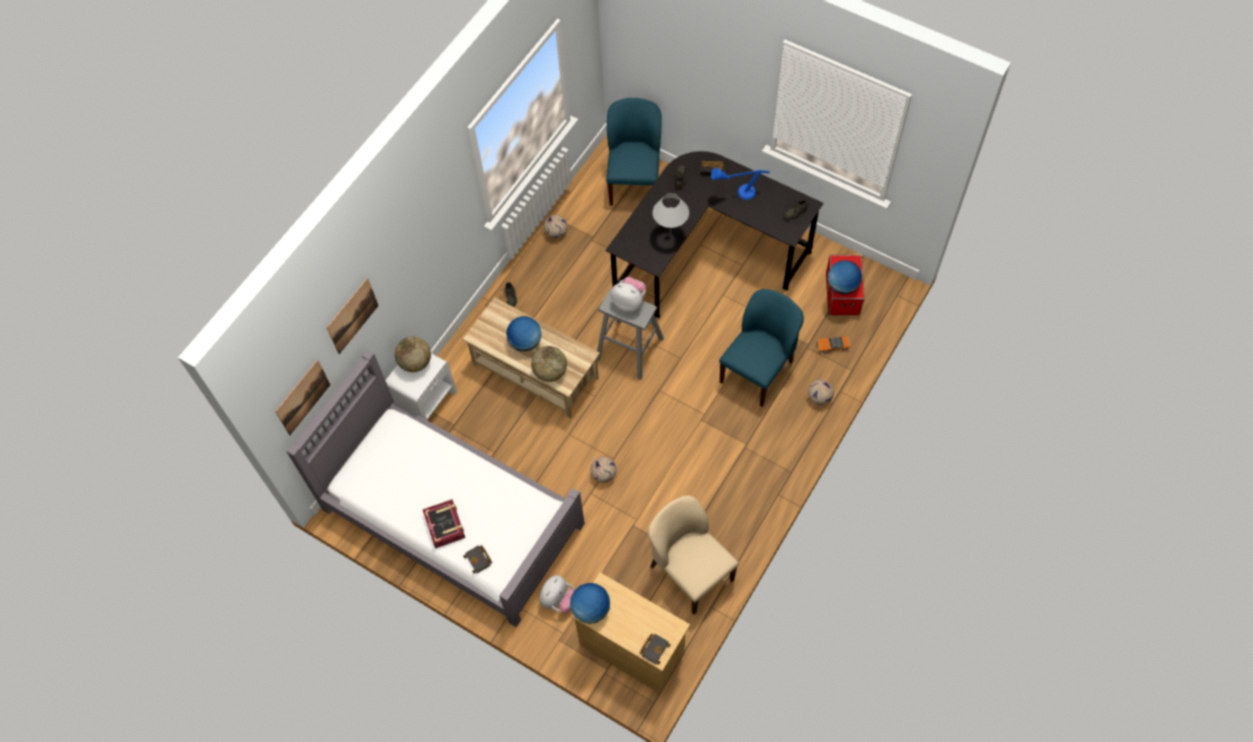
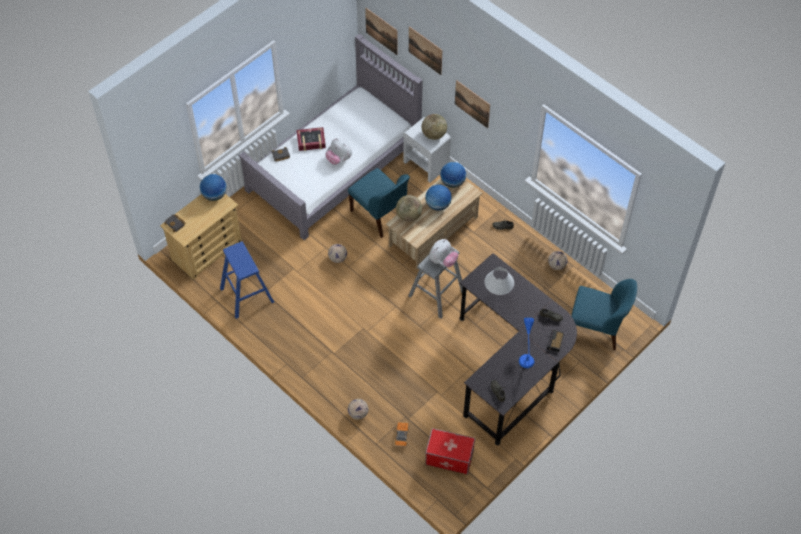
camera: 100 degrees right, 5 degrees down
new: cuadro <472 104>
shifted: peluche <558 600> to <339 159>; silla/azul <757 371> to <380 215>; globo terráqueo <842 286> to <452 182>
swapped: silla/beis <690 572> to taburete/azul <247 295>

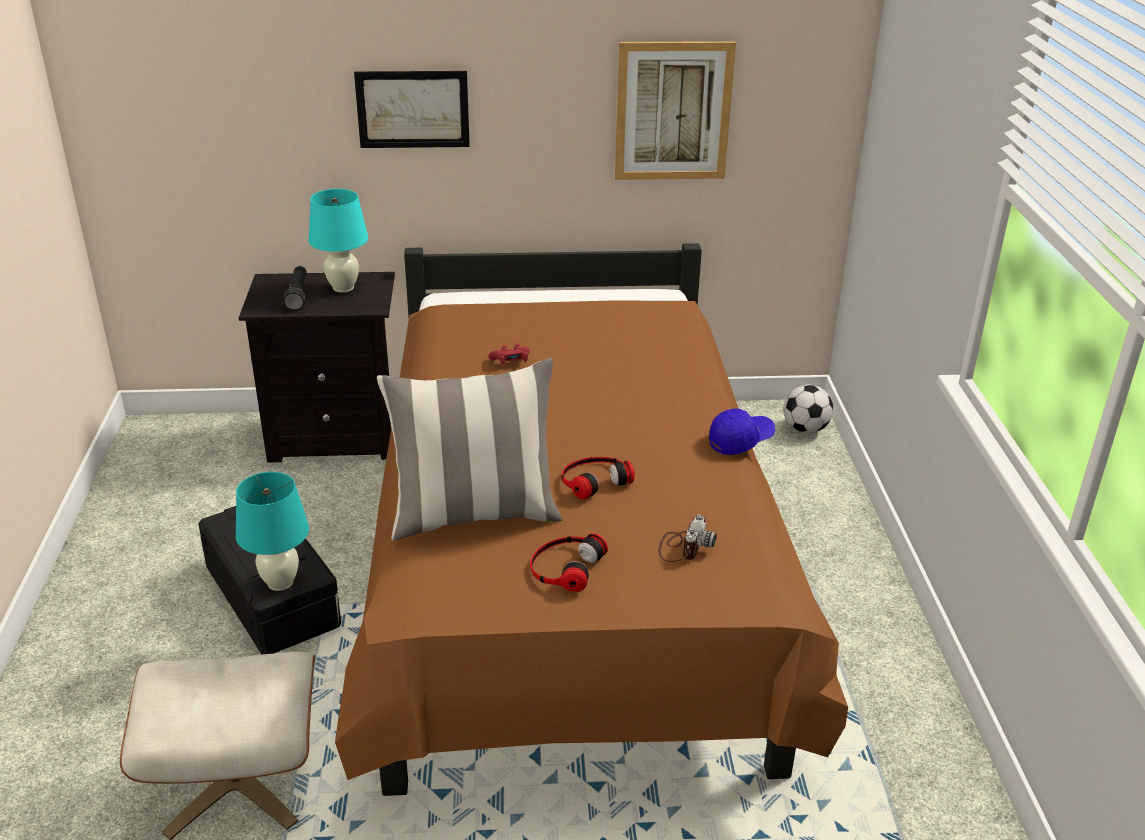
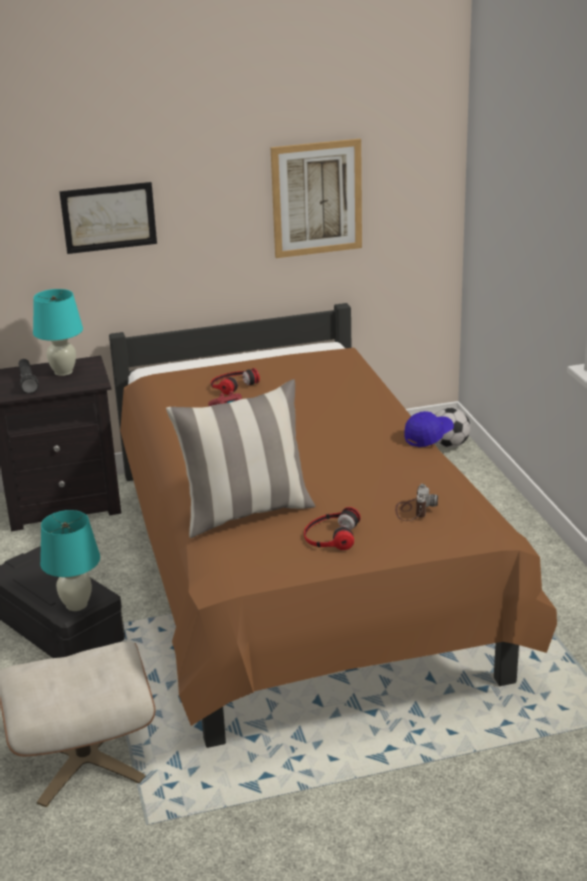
camera: 10 degrees left, 5 degrees down
shifted: auriculares <594 480> to <232 385>

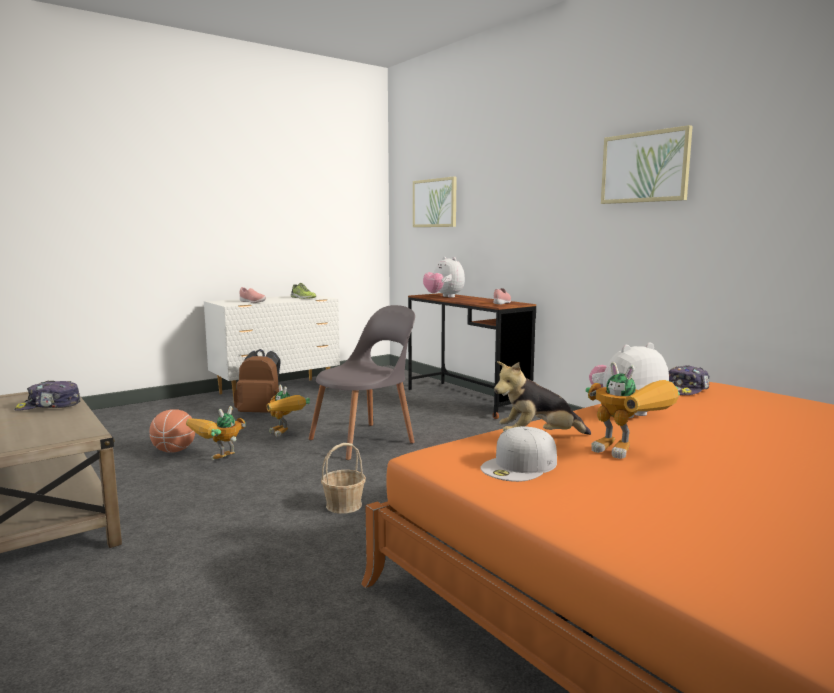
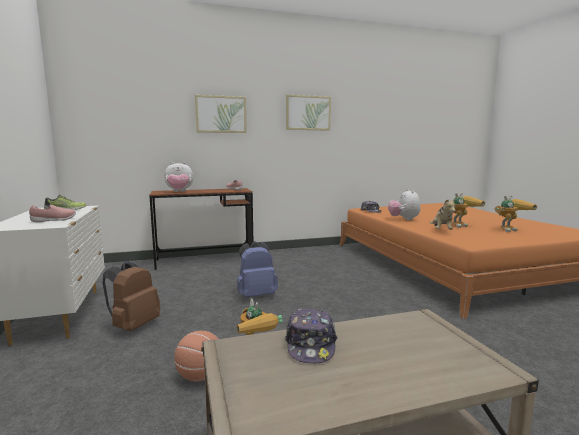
camera: 70 degrees left, 0 degrees up
gone: cesta <344 505>; gorra/blanco <520 466>
shifted: robot de juguete <286 434> to <510 229>; cuadro <435 203> to <221 114>
swapped: silla/gris <365 440> to mochila/azul <256 295>

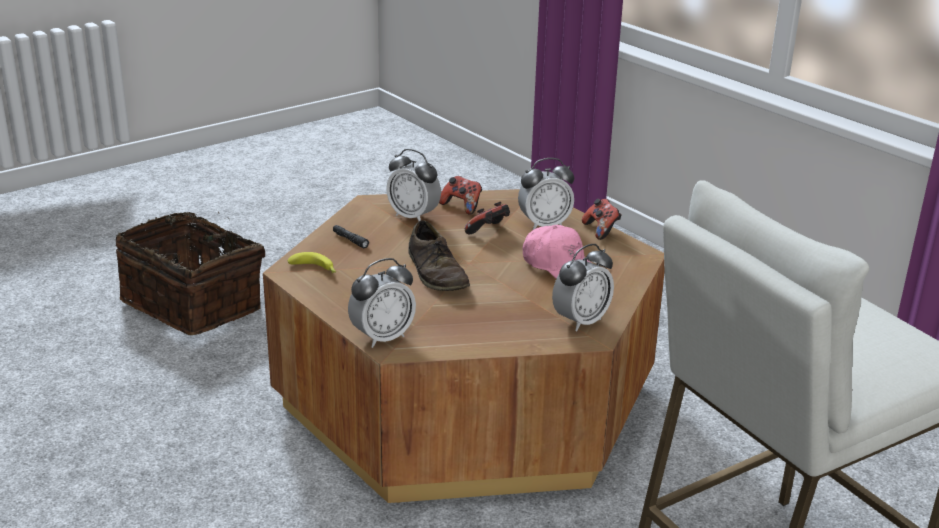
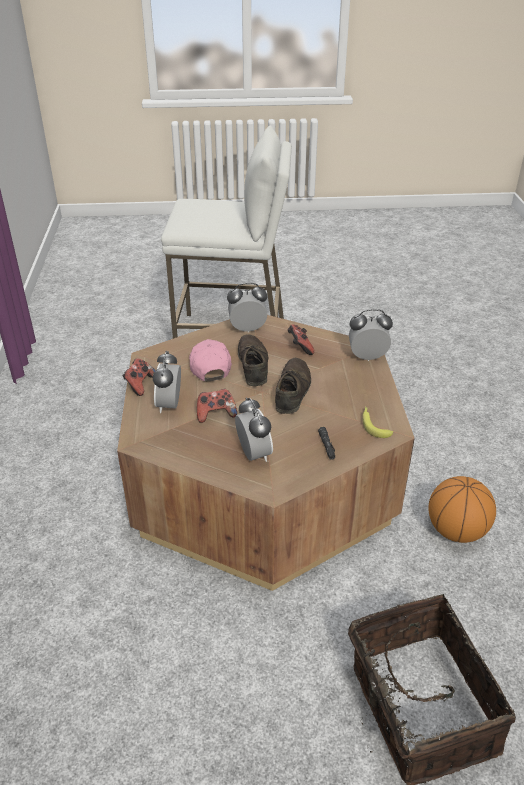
camera: 145 degrees left, 10 degrees up
new: zapato/marrón <253 365>; balón de baloncesto <456 531>
shifted: mando de consola <462 206> to <300 347>
rotated: despertador <544 225> = <169 405> 105 degrees counterclockwise

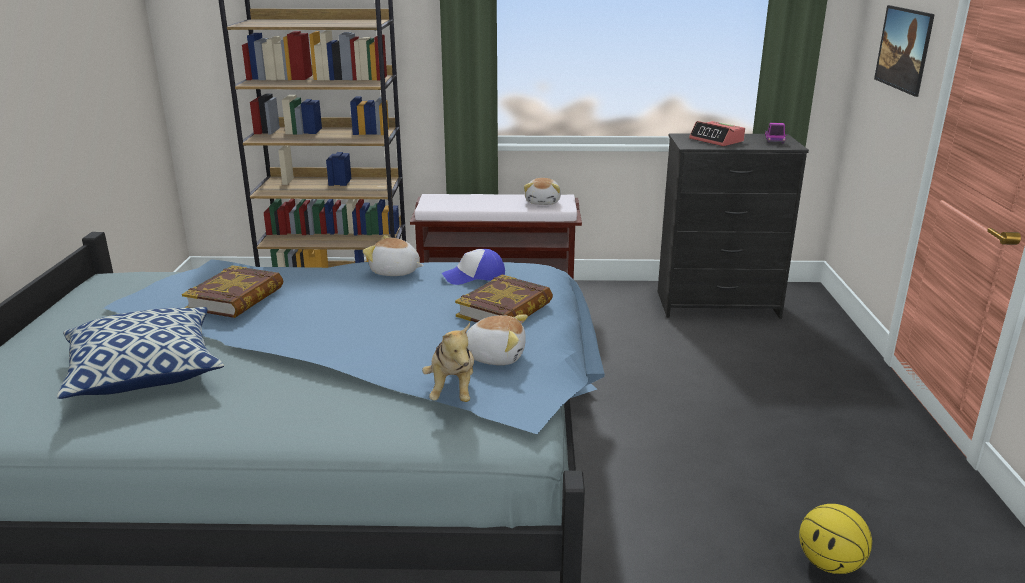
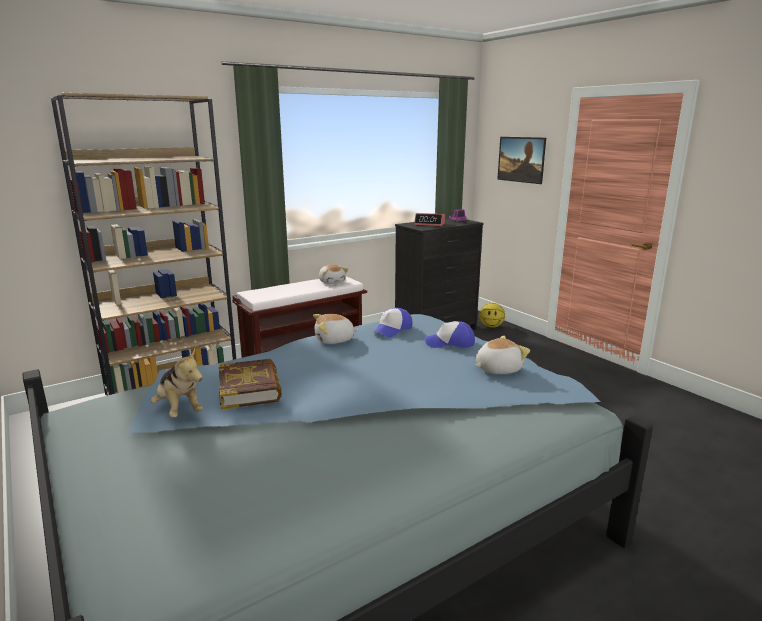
camera: 35 degrees left, 5 degrees down
gone: cojín <145 372>
shifted: peluche <452 391> to <179 410>; balón de baloncesto <830 564> to <491 326>
swapped: libro <505 310> to gorra <449 343>

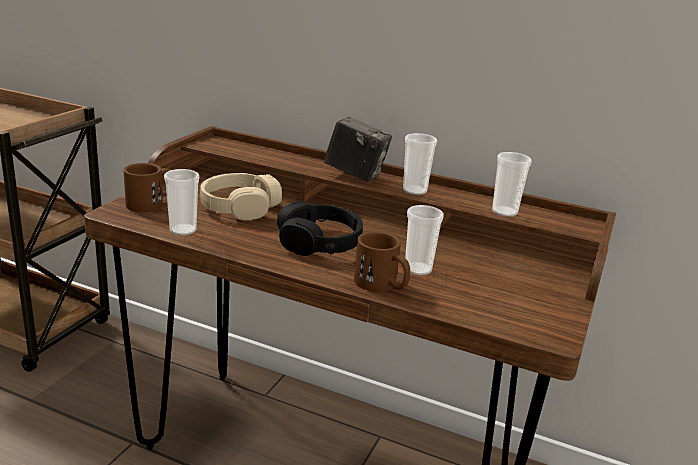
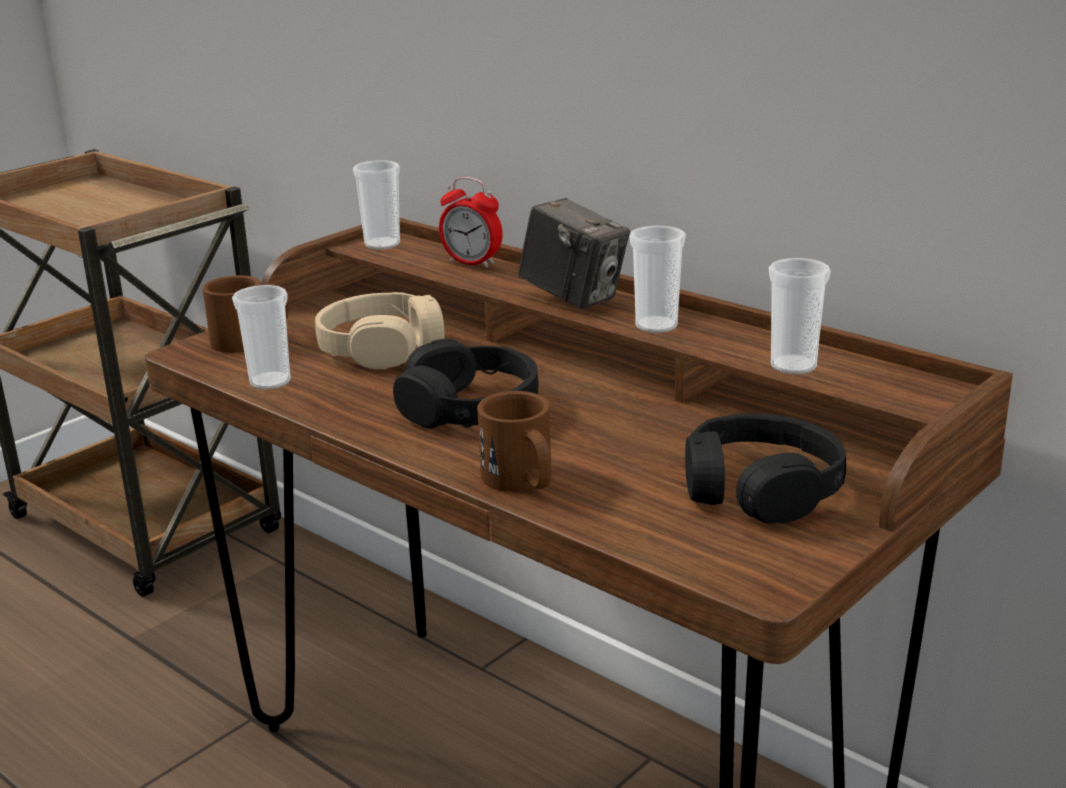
camera: 20 degrees right, 0 degrees up
new: despertador <472 263>; auriculares/negro <760 489>
shifted: taza <418 269> to <382 244>

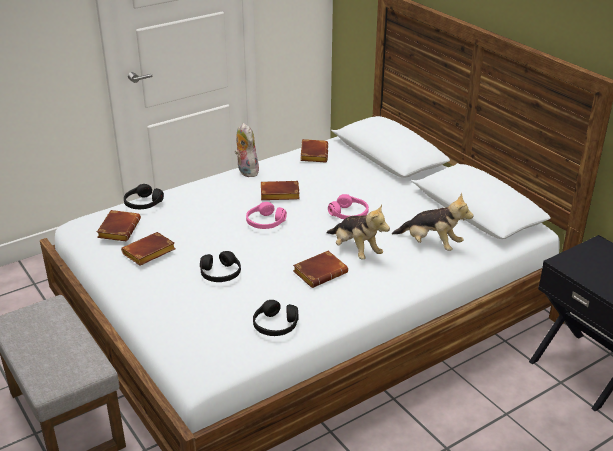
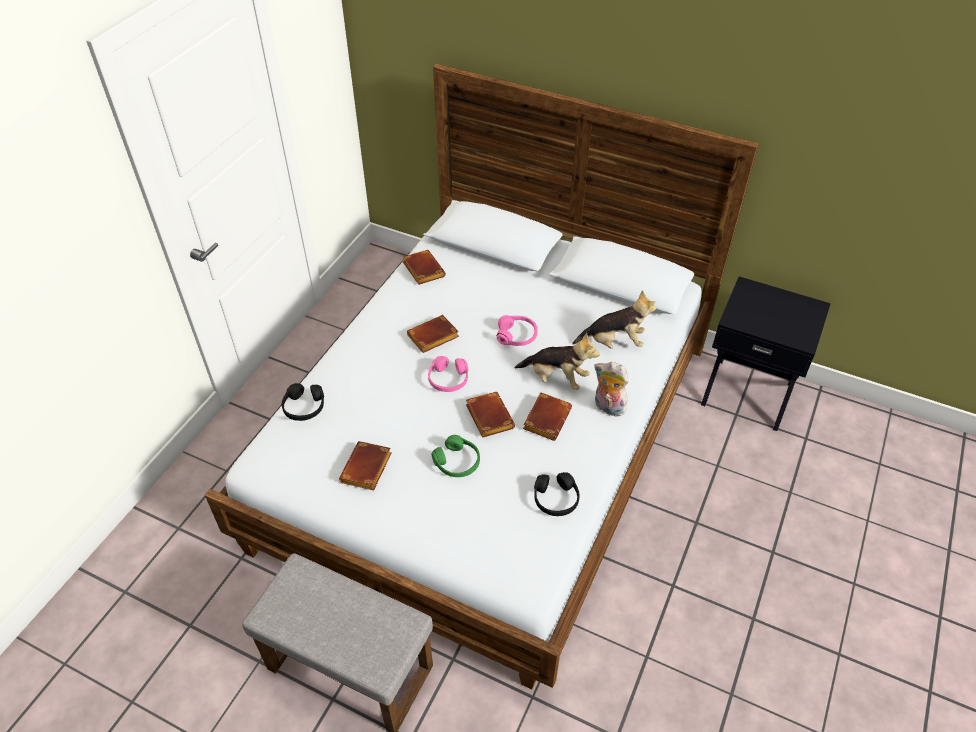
camera: 30 degrees left, 15 degrees up
shifted: libro/marrón <118 229> to <488 417>; peluche <246 171> to <607 407>
repainted: auriculares/negro <220 274> to auriculares/verde <457 462>

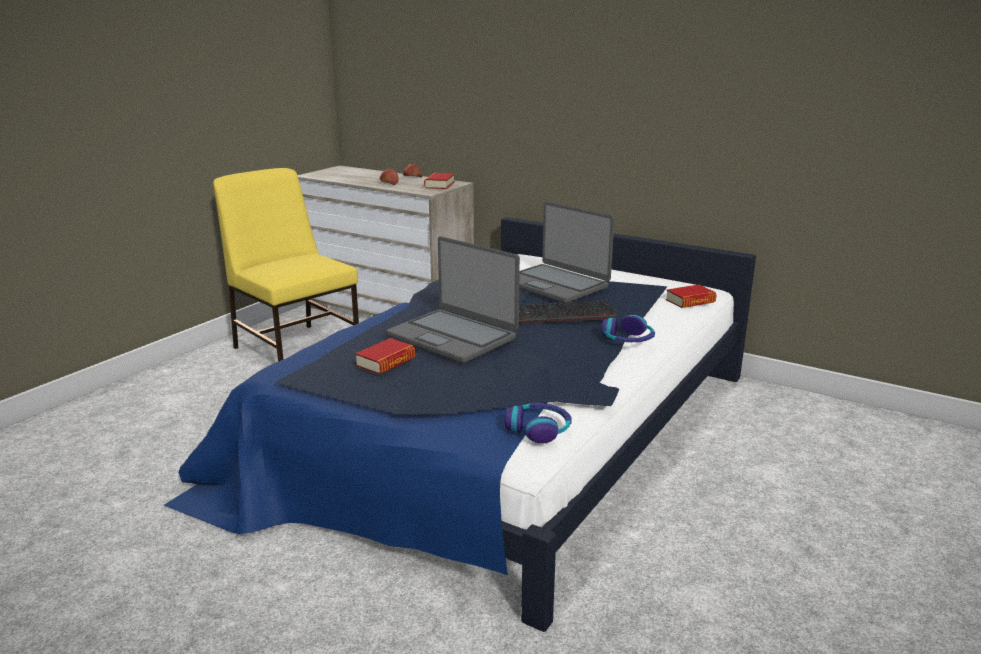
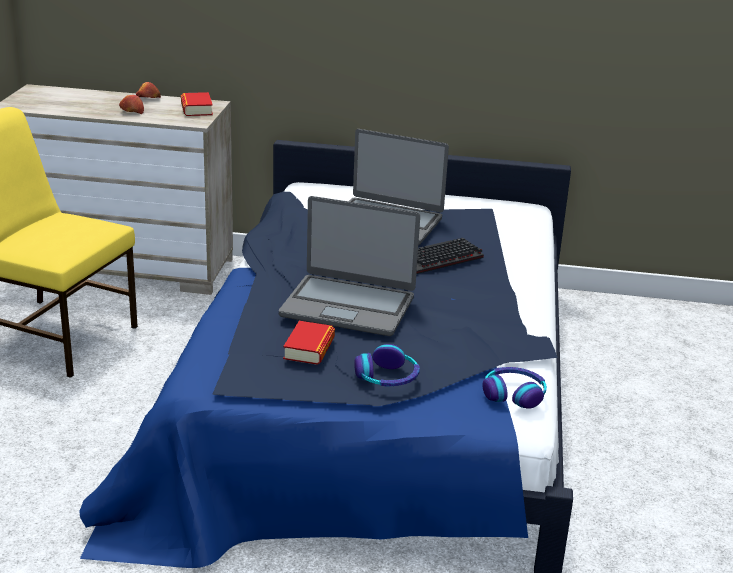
camera: 25 degrees left, 5 degrees up
gone: libro <690 301>
shifted: auriculares <628 340> to <387 378>

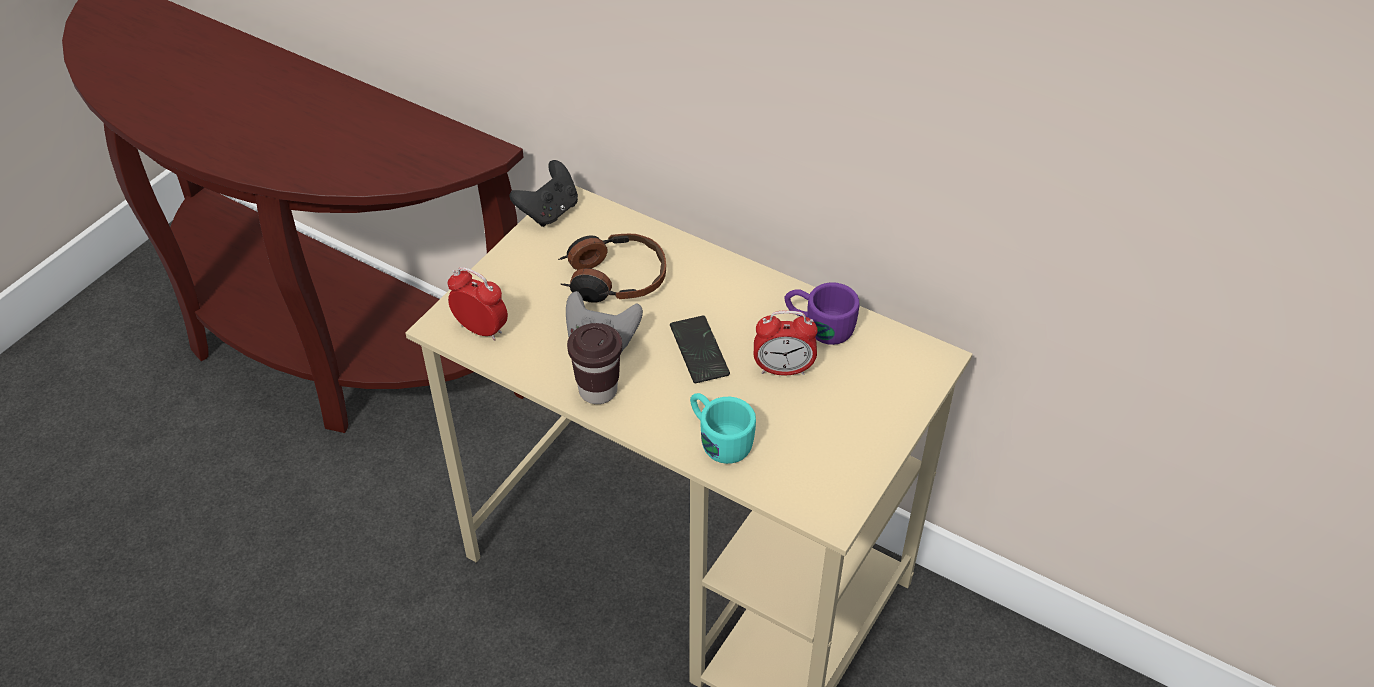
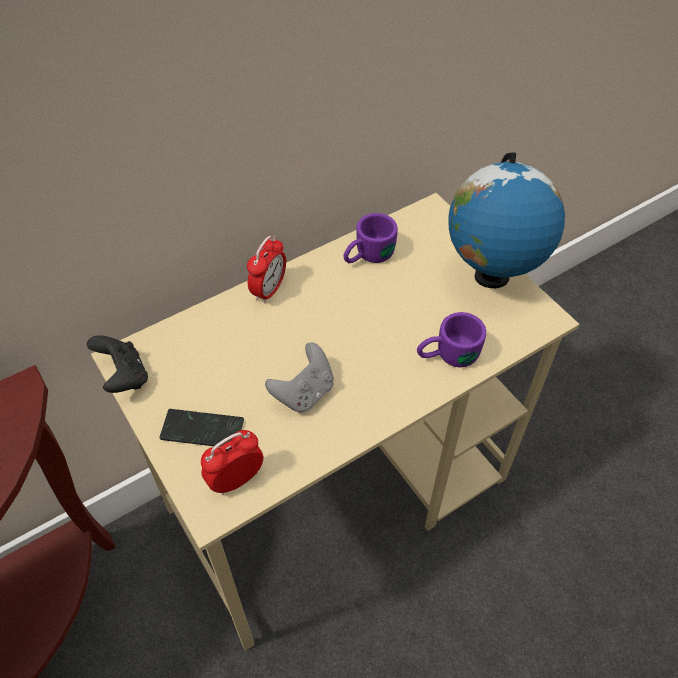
camera: 65 degrees left, 5 degrees up
gone: auriculares <613 279>; taza/marrón <598 390>
new: globo terráqueo <491 277>
shifted: móvil <699 351> to <202 430>; despertador <783 369> to <269 290>
repainted: taza grande/turquesa <717 438> to taza grande/morado <447 355>

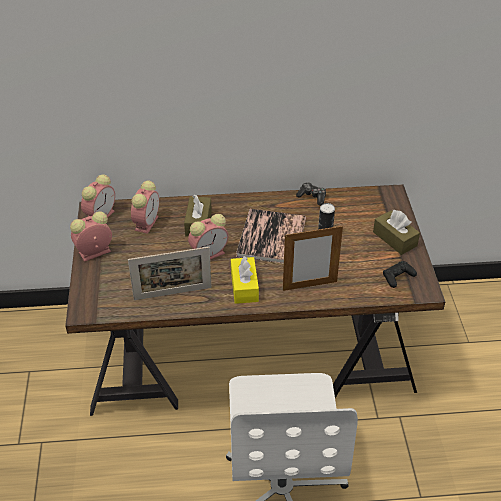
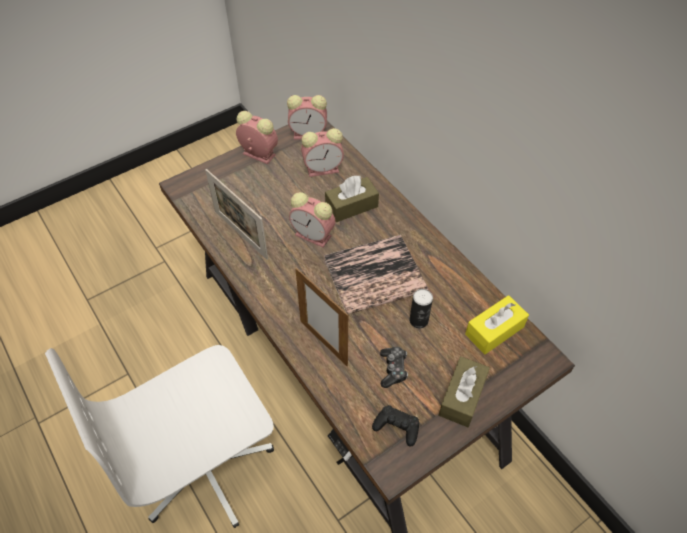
camera: 60 degrees right, 10 degrees up
shifted: caja de pañuelos/amarillo <244 286> to <494 330>; mando de consola <312 197> to <393 369>

